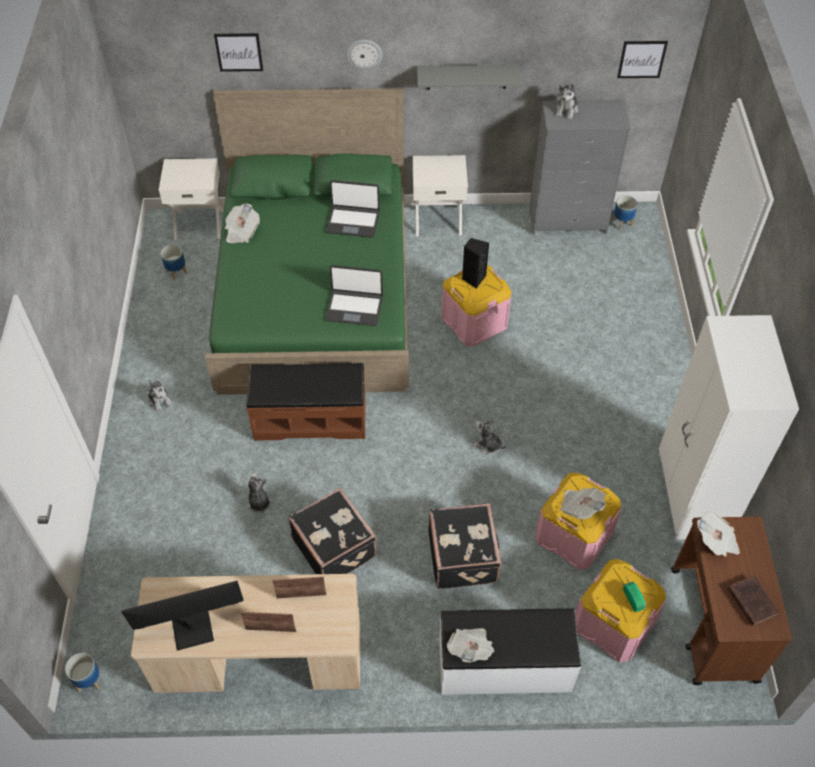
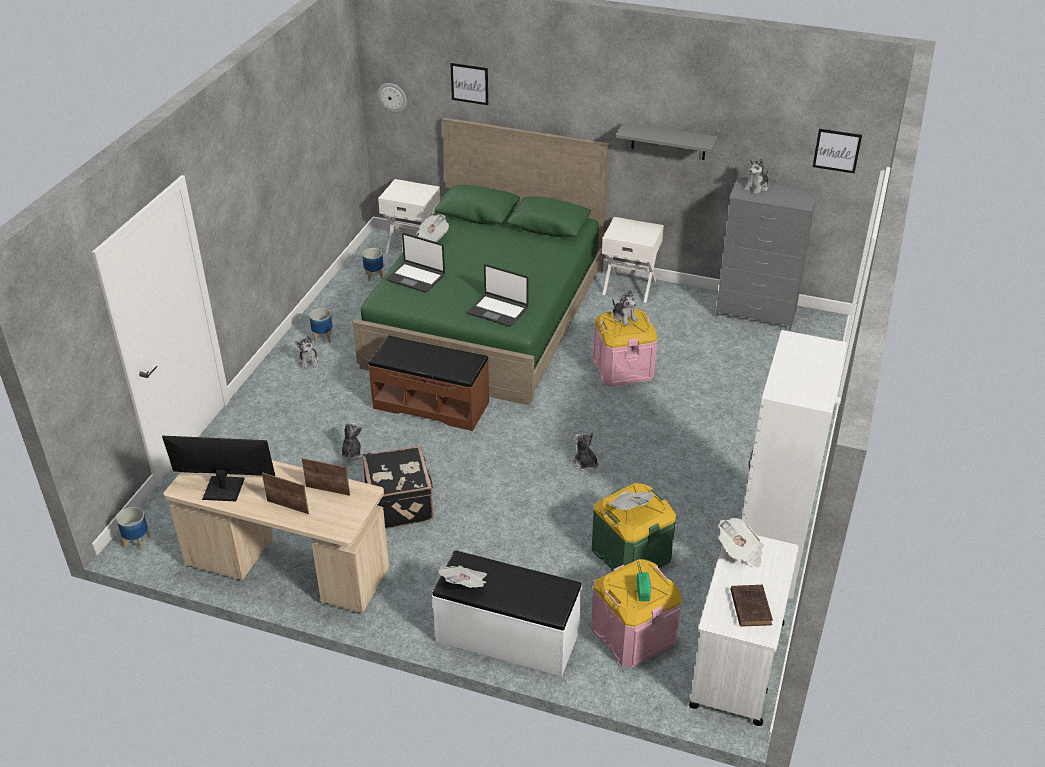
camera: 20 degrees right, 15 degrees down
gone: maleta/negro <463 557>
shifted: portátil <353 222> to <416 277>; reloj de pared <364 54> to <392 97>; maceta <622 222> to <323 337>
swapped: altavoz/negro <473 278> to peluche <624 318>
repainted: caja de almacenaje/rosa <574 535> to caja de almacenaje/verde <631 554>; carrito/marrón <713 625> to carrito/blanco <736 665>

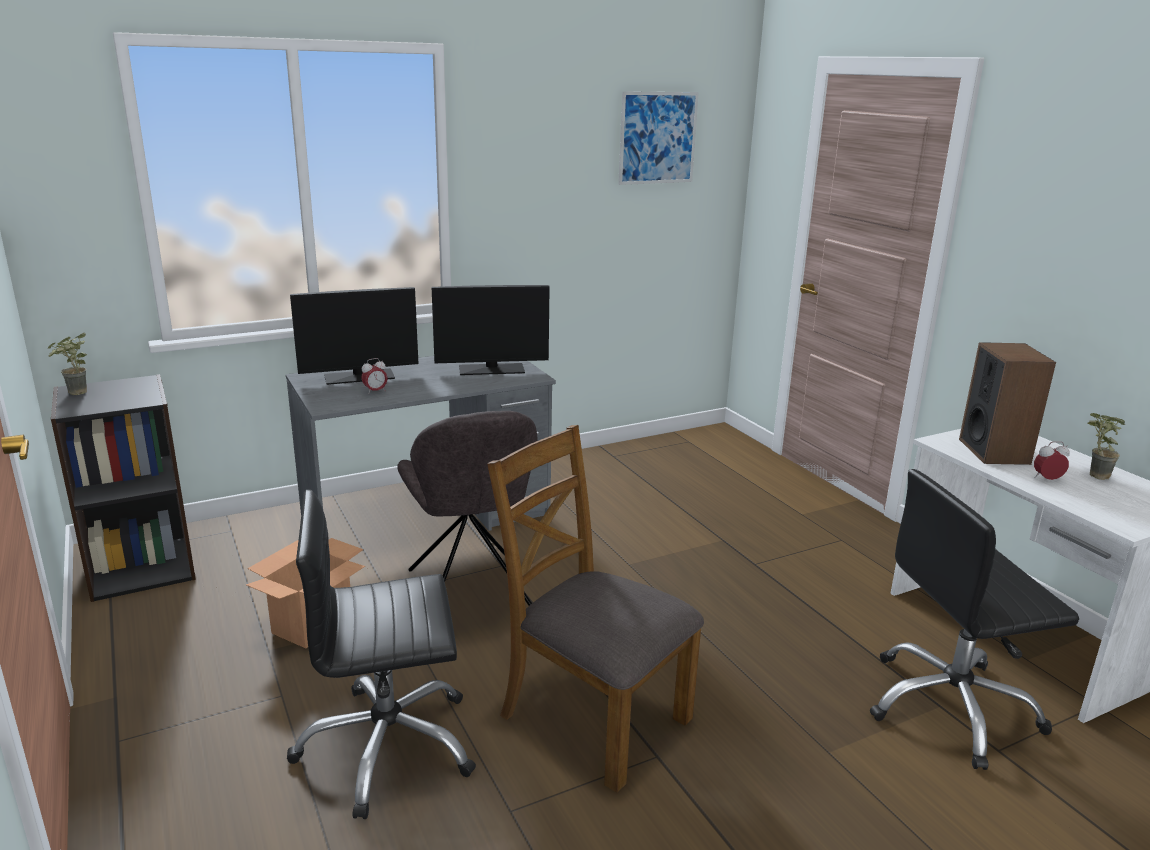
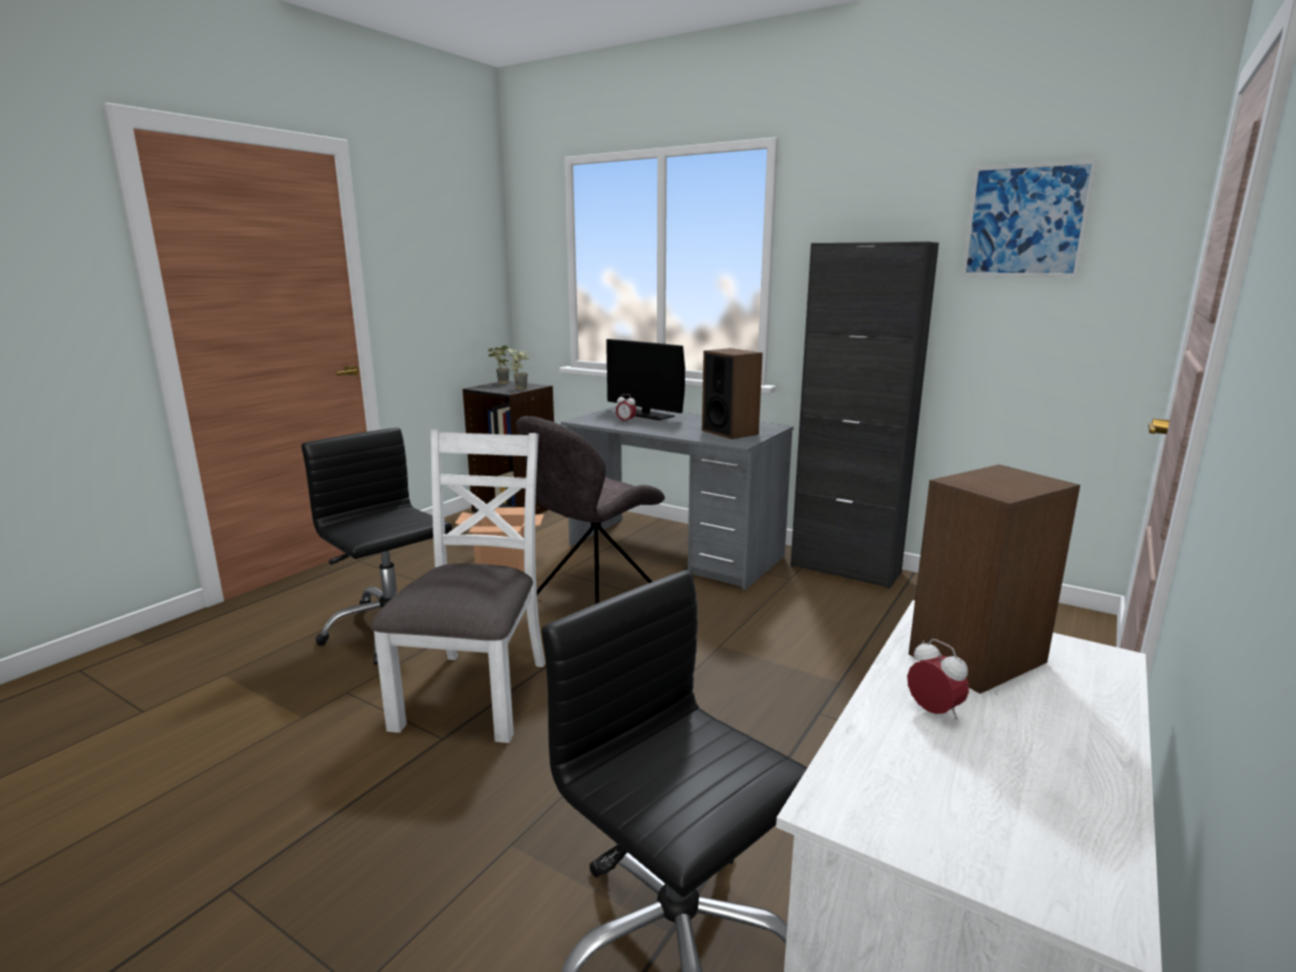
camera: 60 degrees right, 5 degrees down
new: armario/negro <845 569>
shifted: planta en maceta <1092 475> to <521 388>
swapped: monitor <491 369> to altavoz <730 432>
repainted: silla/marrón <592 717> to silla/blanco <475 693>

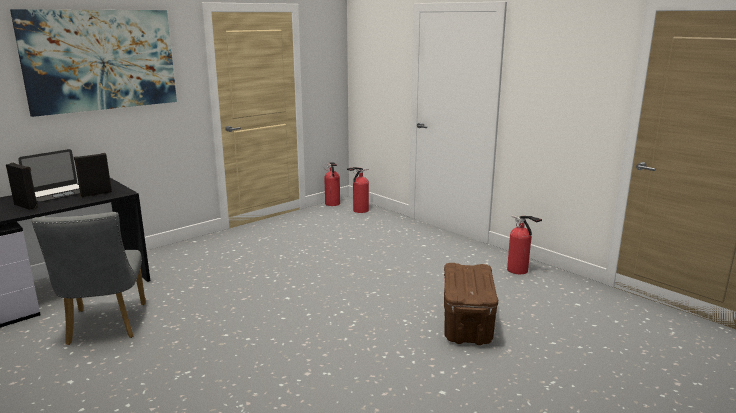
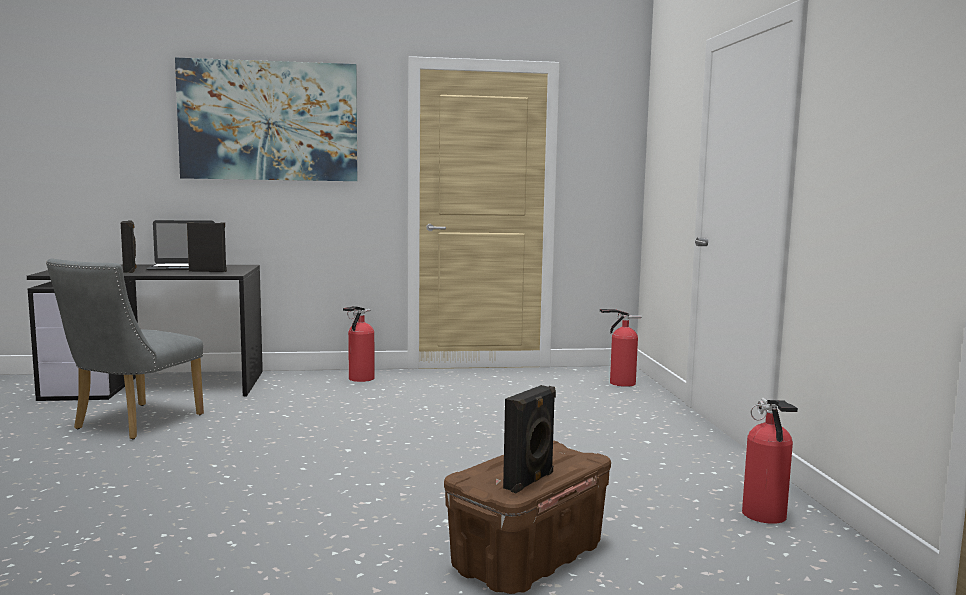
camera: 35 degrees right, 10 degrees down
new: altavoz/negro <530 481>
shifted: extintor <332 204> to <359 379>

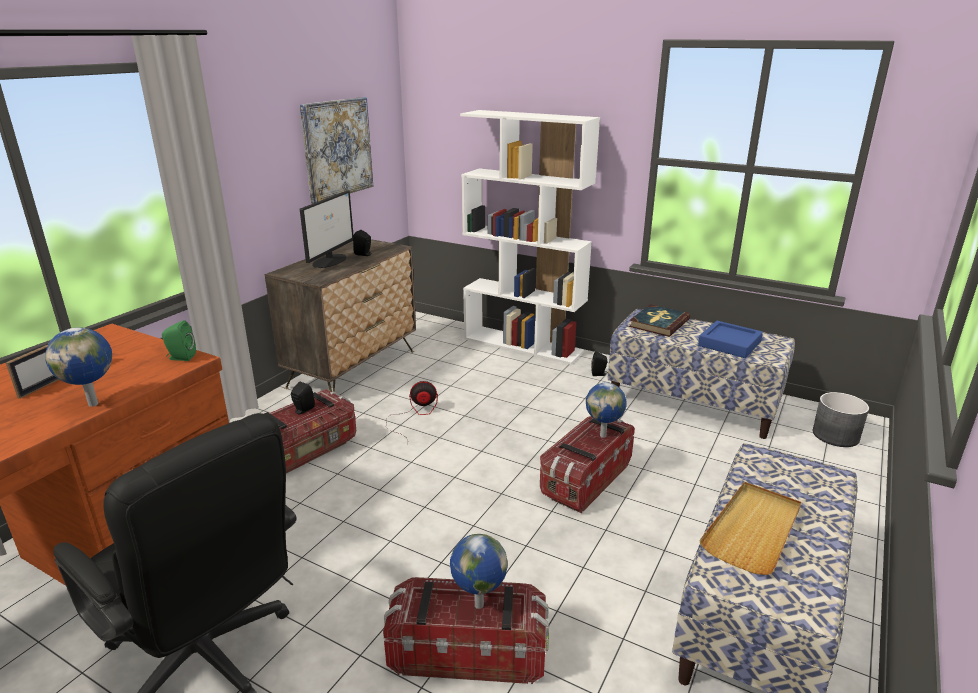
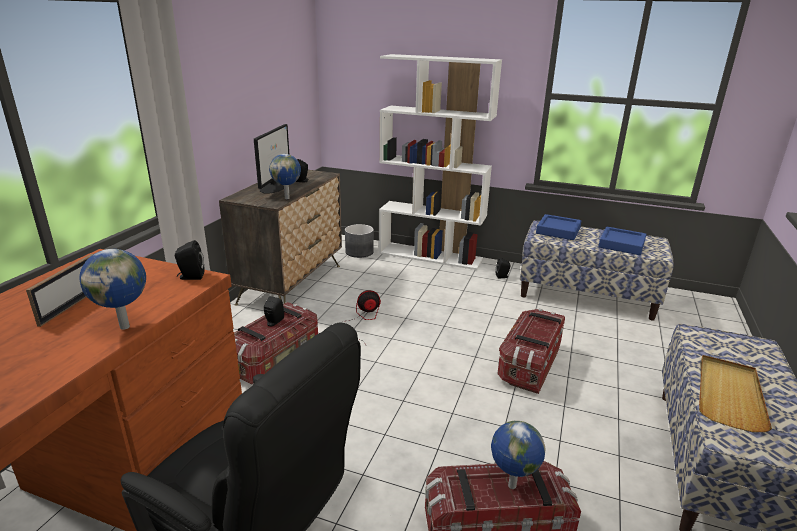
camera: 10 degrees left, 0 degrees up
gone: cuadro <337 148>
shifted: globo terráqueo <603 435> to <287 198>; maceta/gris <836 435> to <359 252>
swapped: libro <658 323> to bandeja/azul <558 231>
repainted: altavoz/verde <180 357> to altavoz/negro <190 277>

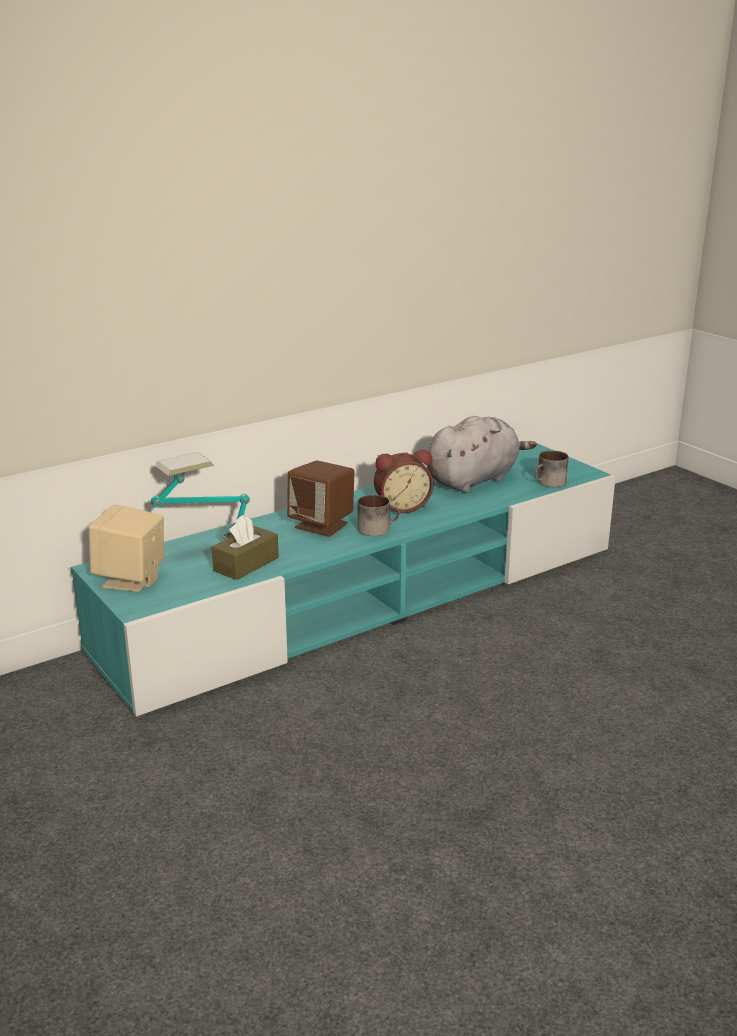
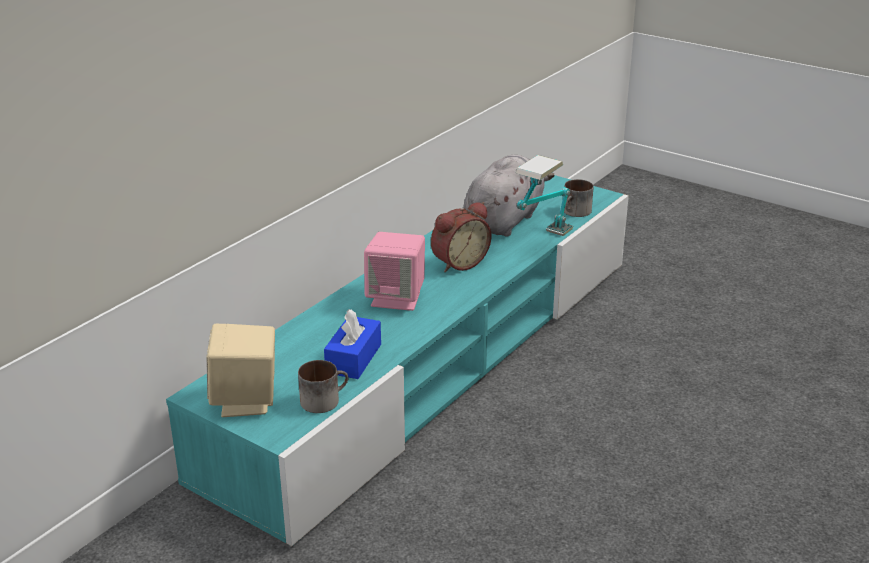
camera: 20 degrees left, 5 degrees up
shifted: lámpara de mesa <205 549> to <542 242>; taza grande <377 528> to <324 399>
repainted: caja de pañuelos/marrón <246 564> to caja de pañuelos/azul <353 358>; altavoz/marrón <322 525> to altavoz/rosa <396 298>

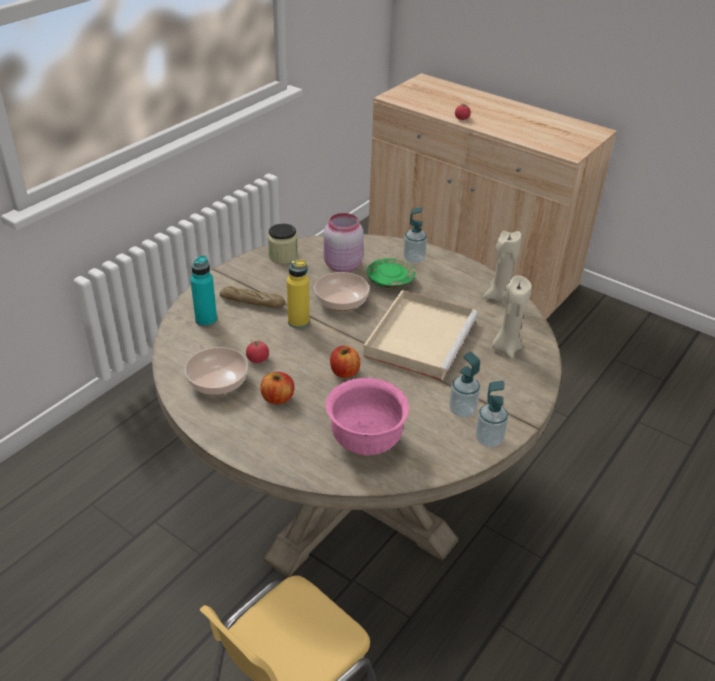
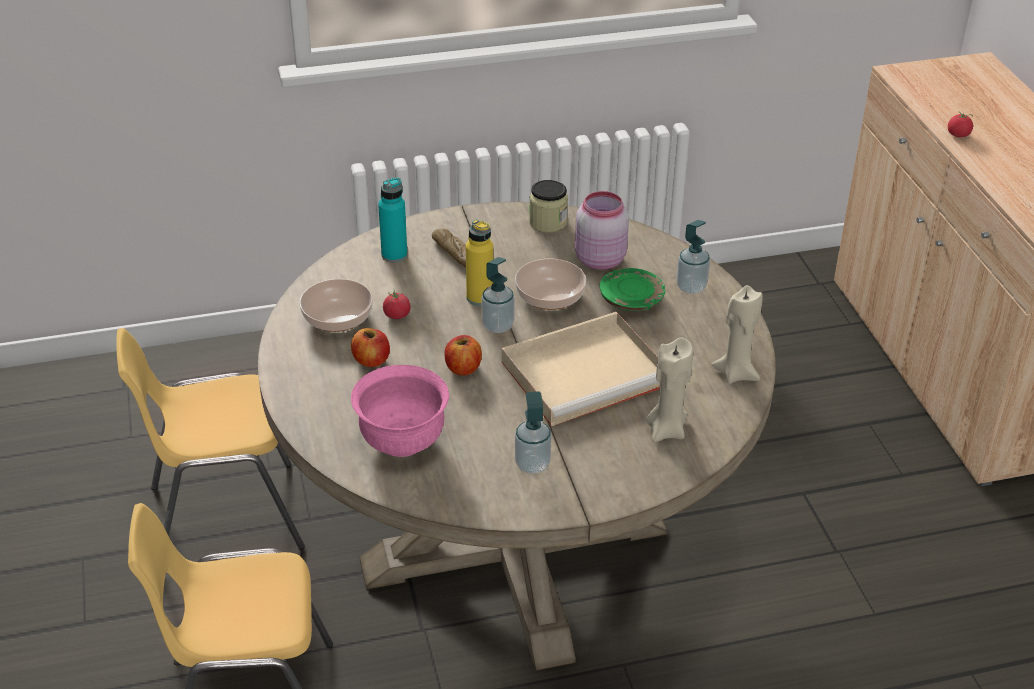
camera: 40 degrees right, 0 degrees up
new: silla/amarillo <224 516>
shifted: dispensador de jabón <488 439> to <498 326>

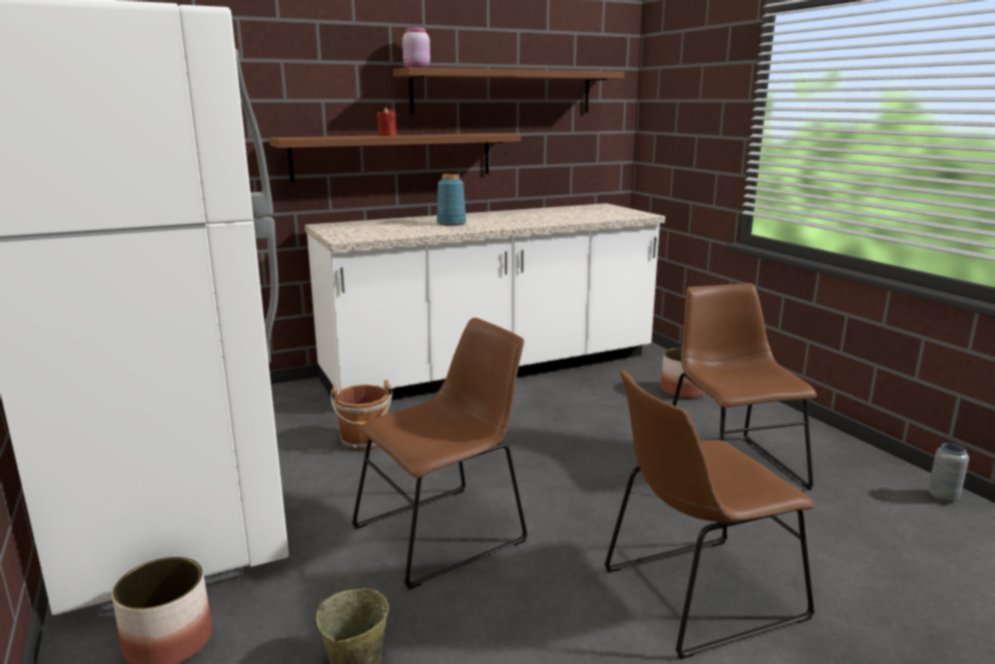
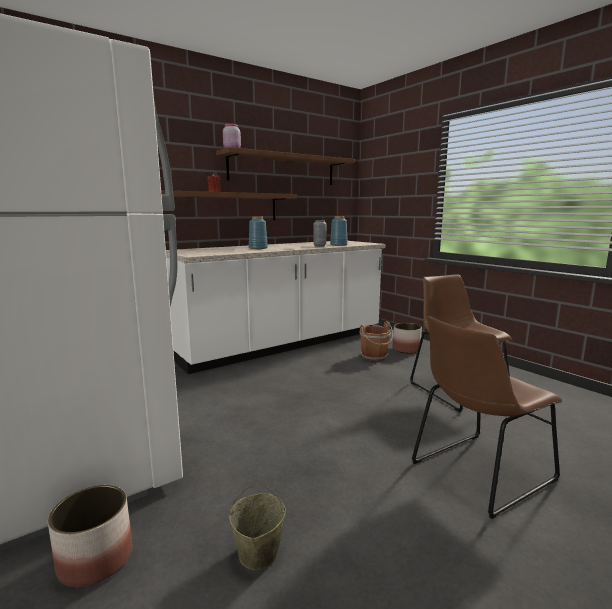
camera: 10 degrees left, 5 degrees down
gone: silla/marrón <446 532>
new: florero/azul <339 245>
shifted: cubo/marrón <365 441> to <374 357>; florero/gris <943 497> to <319 246>

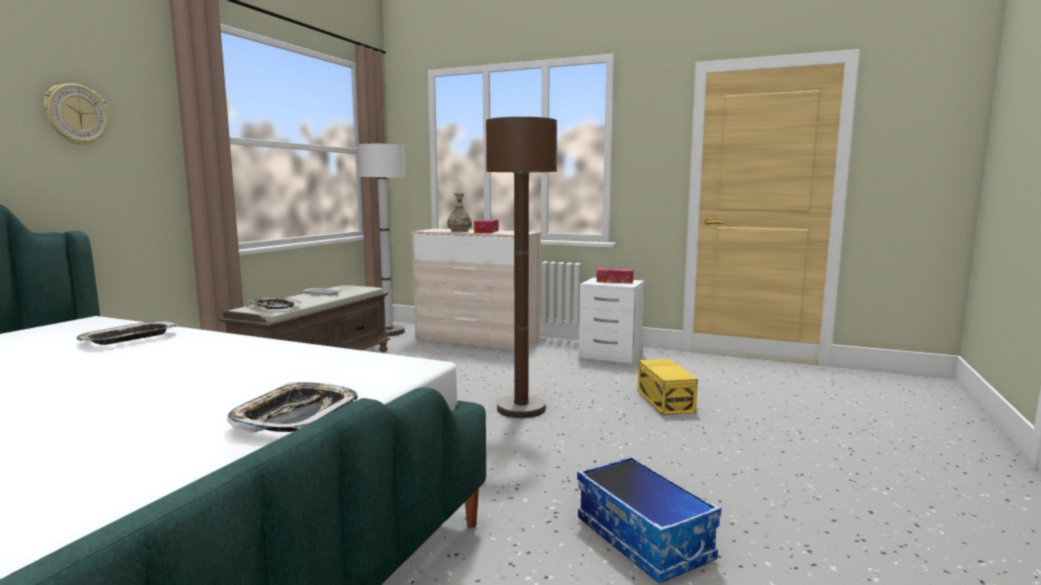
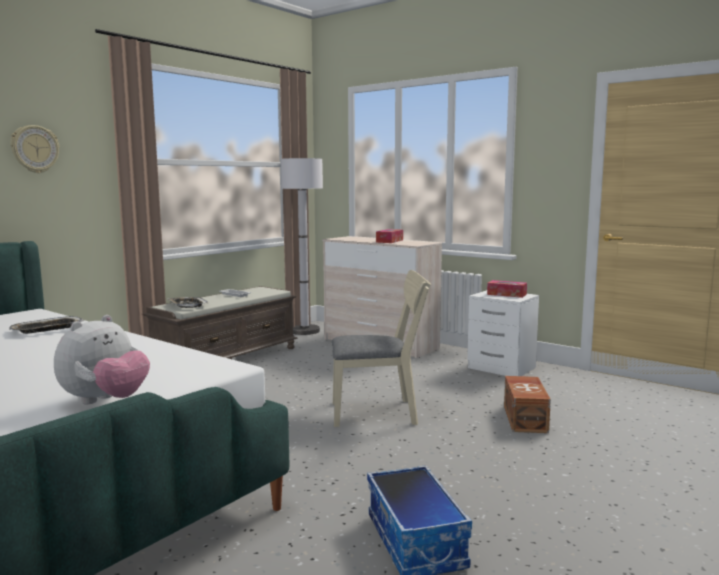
camera: 15 degrees right, 0 degrees up
gone: florero <459 231>
swapped: bandeja <296 416> to peluche <105 401>; lámpara de pie/marrón <521 408> to silla/beis <381 413>
repainted: caja de almacenaje/amarillo <665 401> to caja de almacenaje/marrón <526 418>

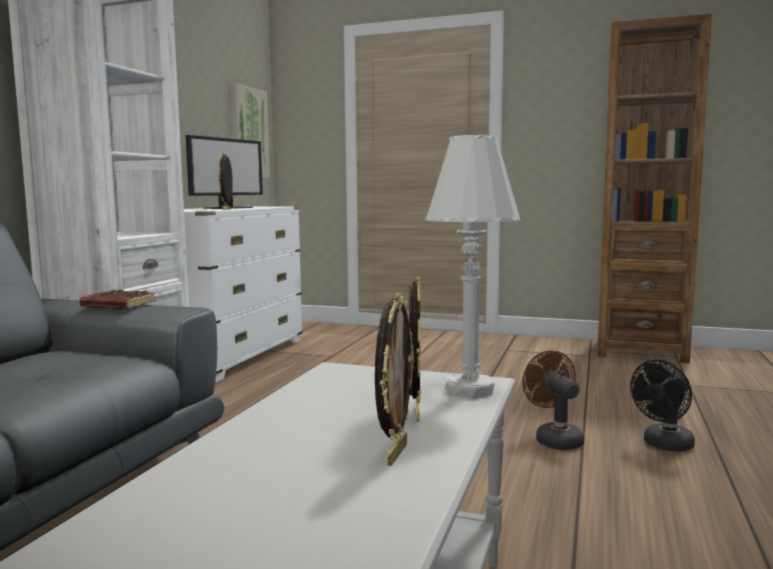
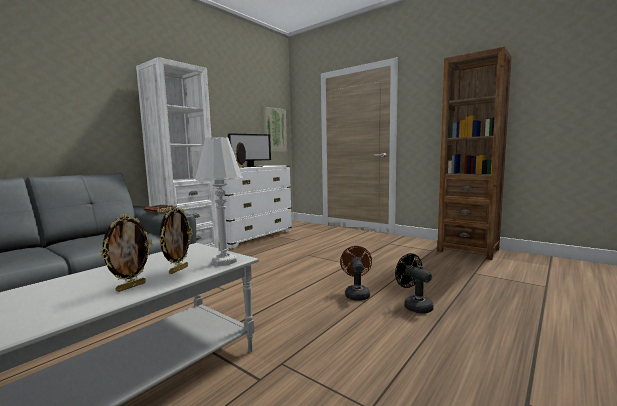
camera: 20 degrees right, 0 degrees up
rotated: ventilador/negro <664 445> = <414 306> 75 degrees clockwise

